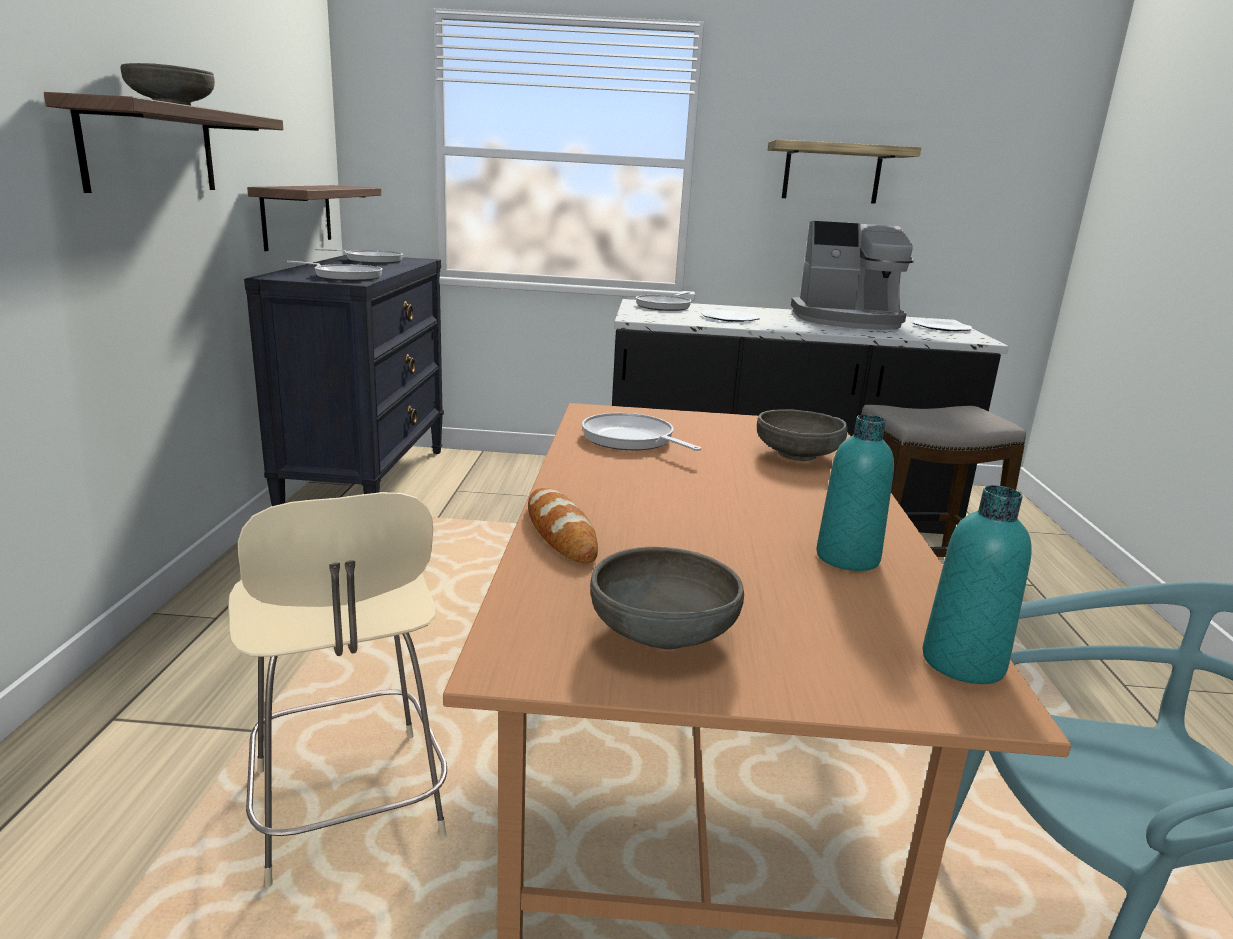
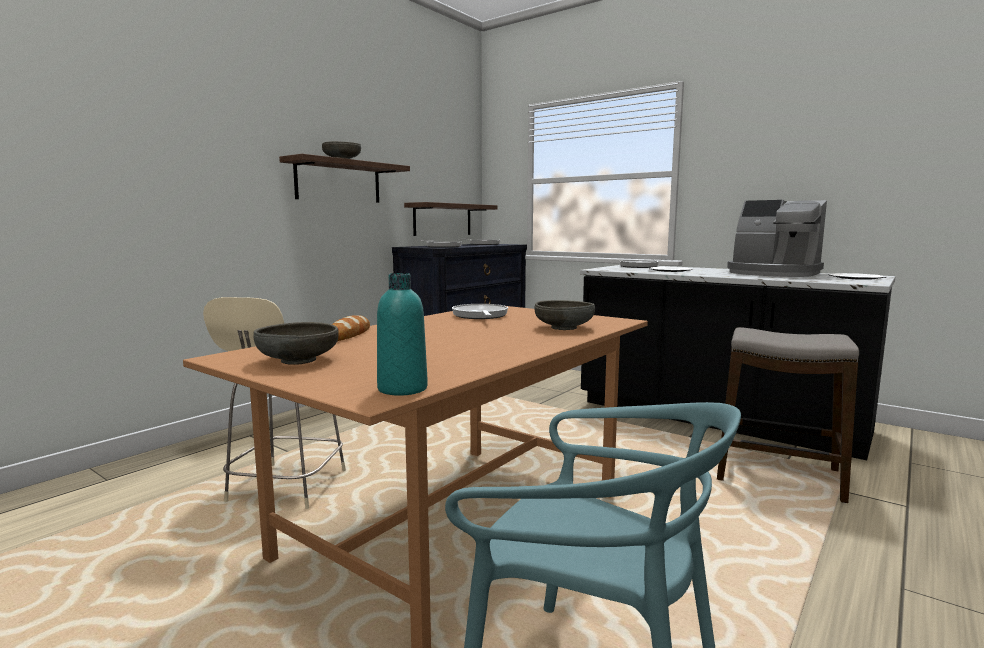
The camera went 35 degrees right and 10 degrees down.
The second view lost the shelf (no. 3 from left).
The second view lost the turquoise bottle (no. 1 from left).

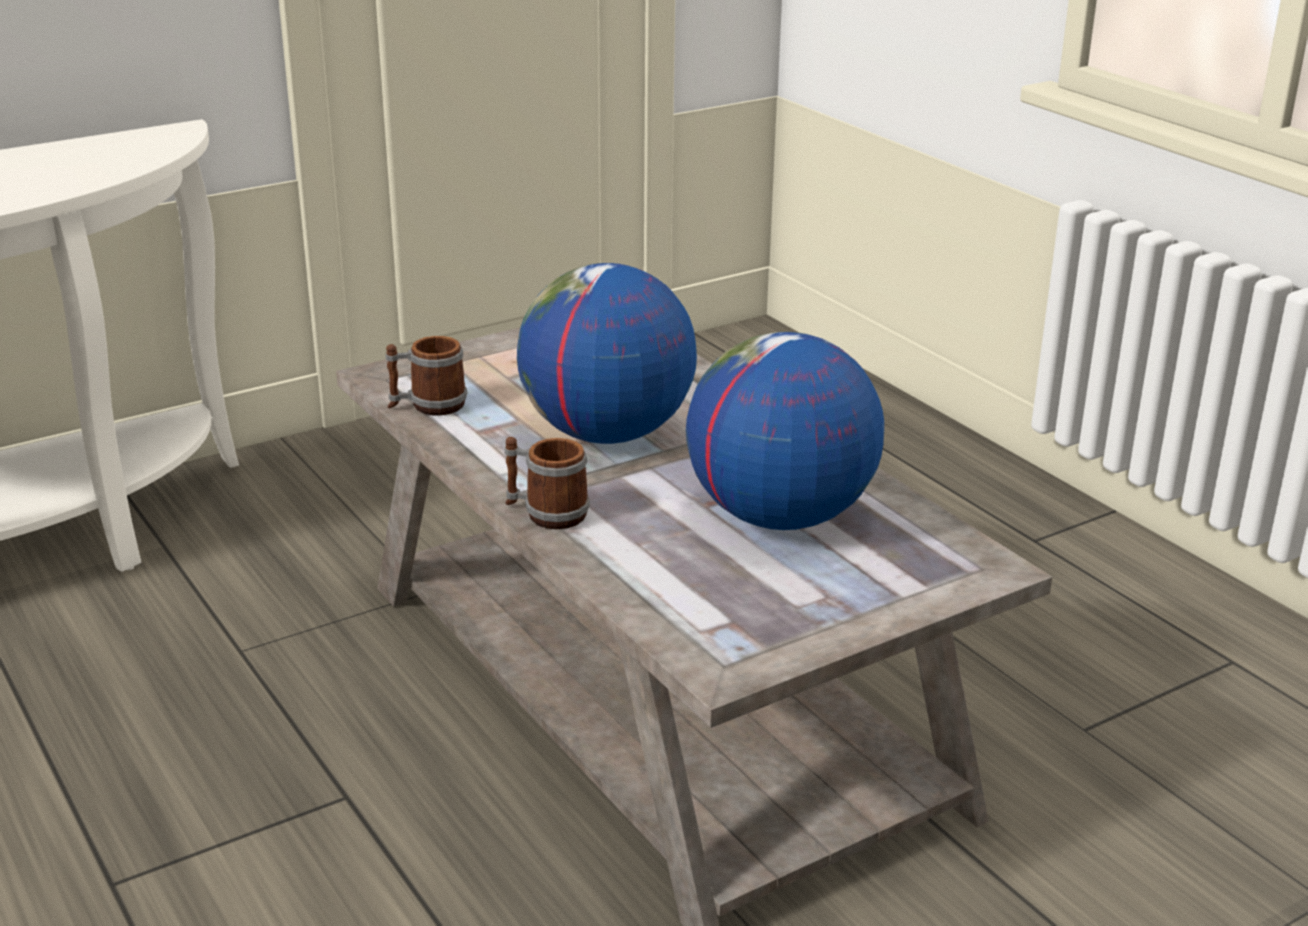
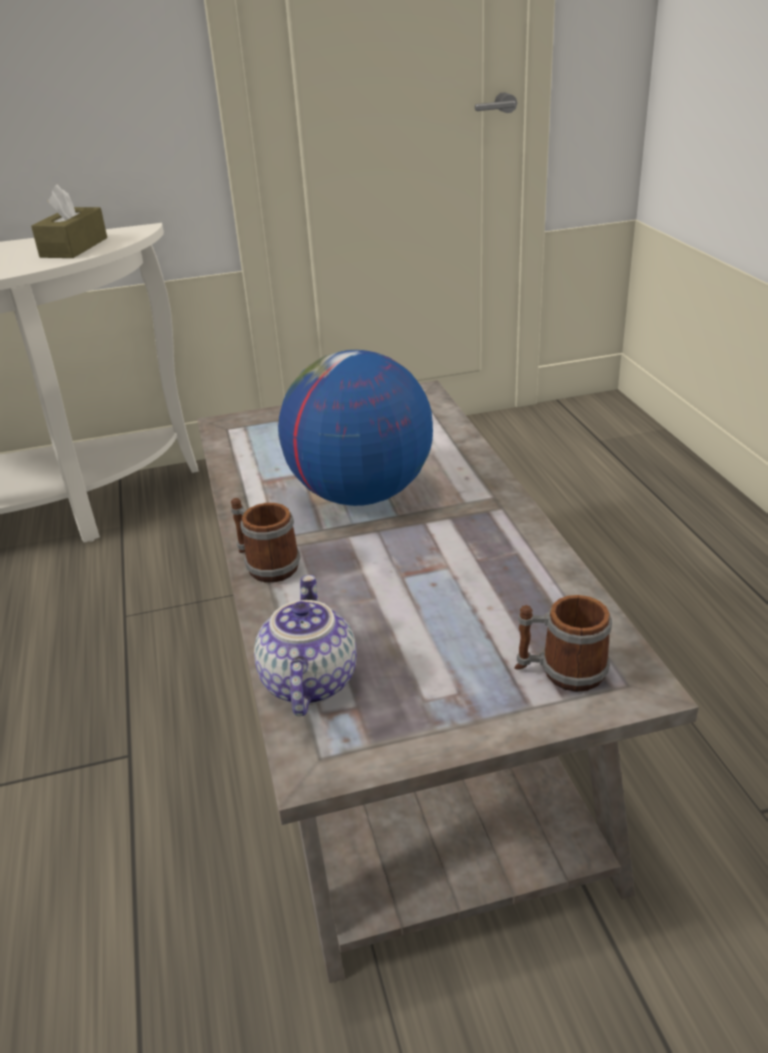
The camera went 20 degrees right and 5 degrees up.
The mug (no. 1 from left in the first image) ended up elsewhere.
The second view lost the globe (no. 2 from left).
The second view gained the brown tissue box.
The second view gained the teapot.

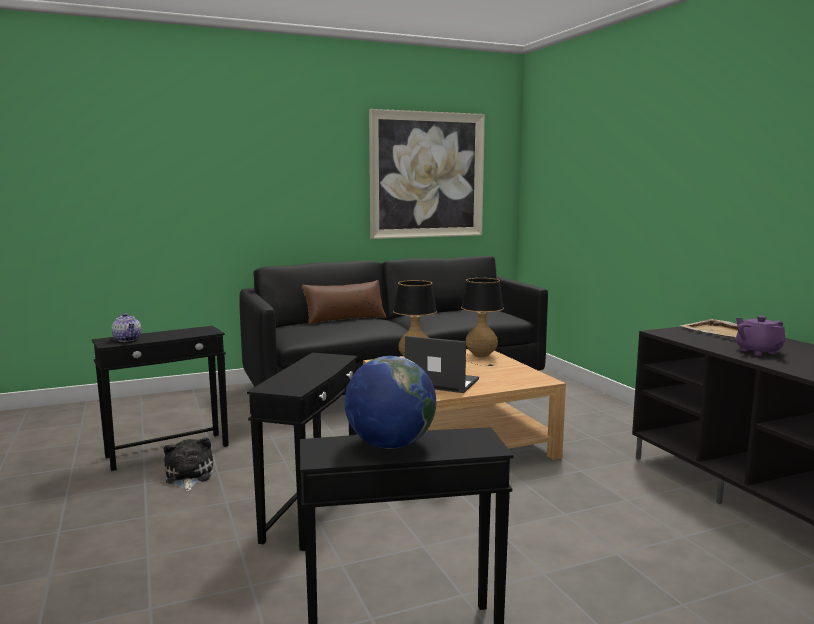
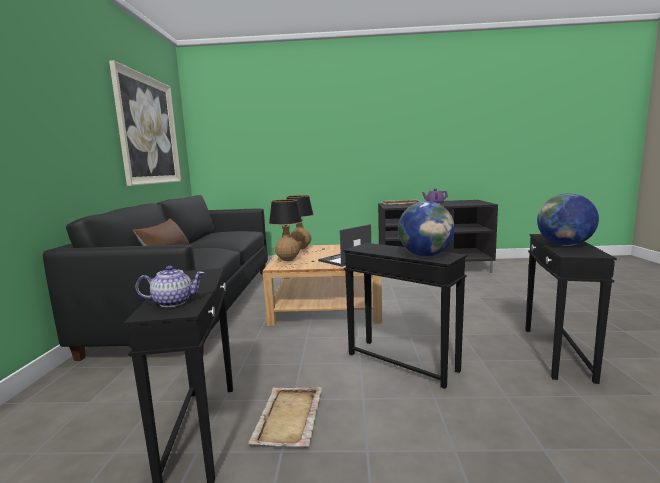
The camera went 65 degrees left and 0 degrees up.
Where the plush toy stood, the beige tray (no. 1 from left) came to stand.
The second view gained the globe (no. 1 from left).

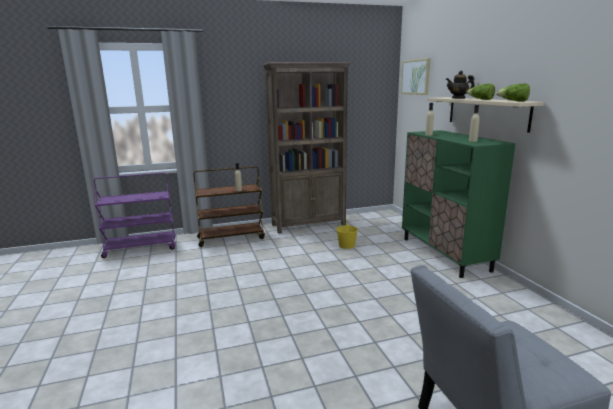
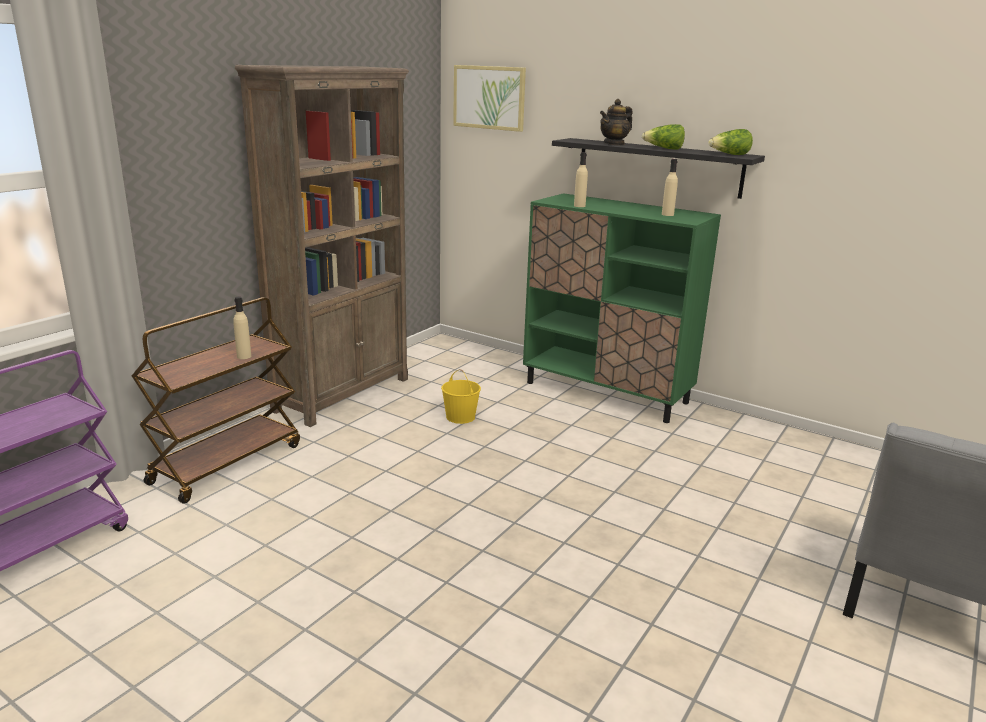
The camera went 40 degrees left and 5 degrees up.
What was the beige shelf turned into the black shelf.

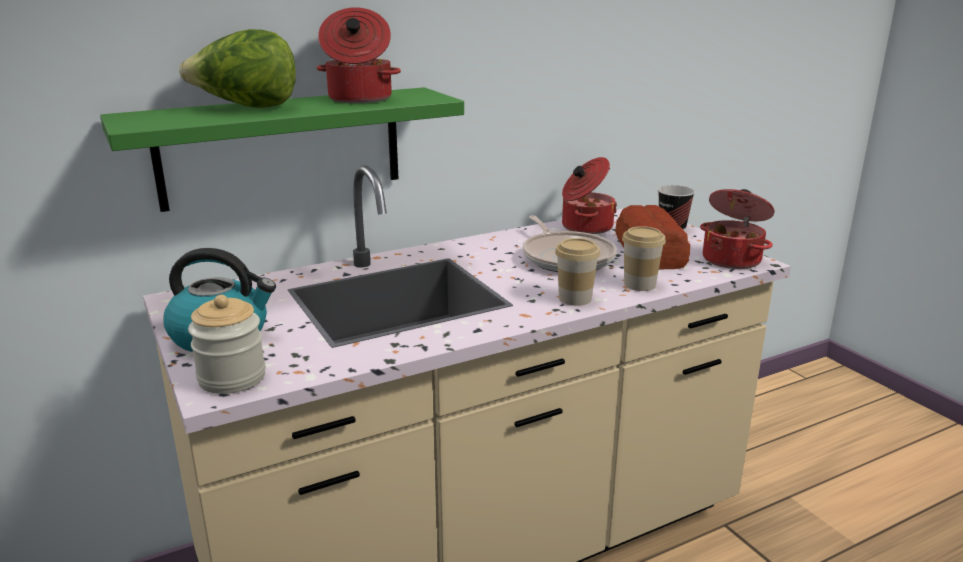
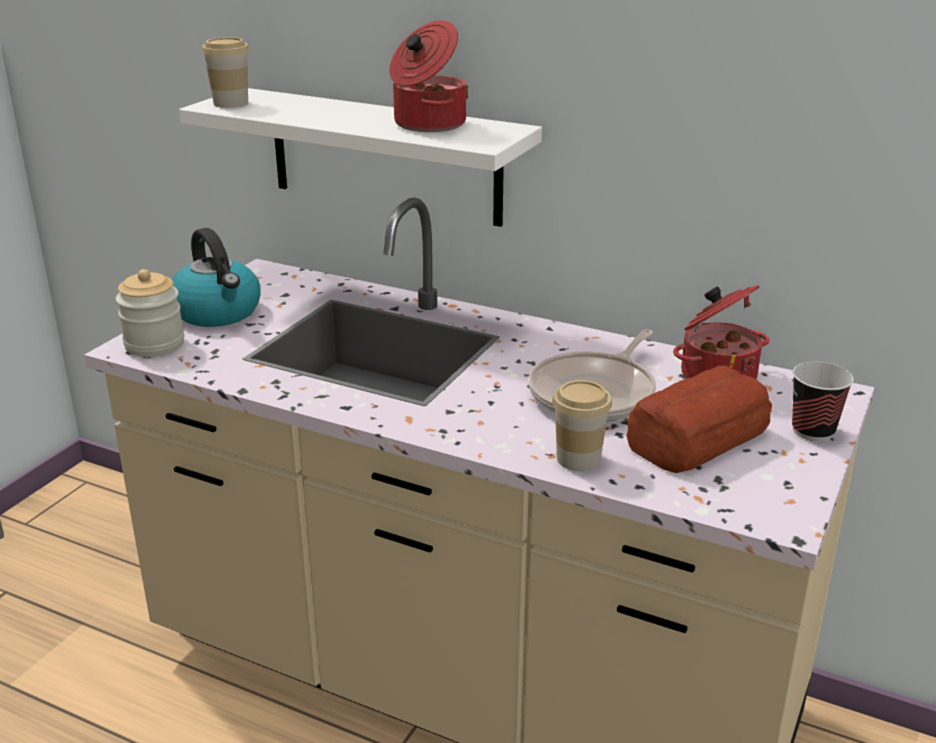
The camera went 55 degrees right and 5 degrees up.
What was the green shelf turned into the white shelf.
The second view lost the lettuce.
The cup (no. 1 from left) ended up elsewhere.
The second view lost the cooking pot (no. 3 from left).

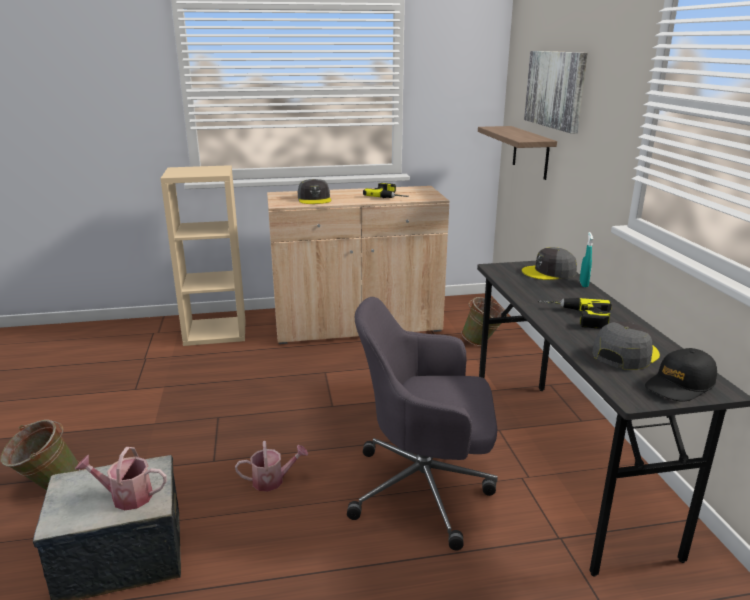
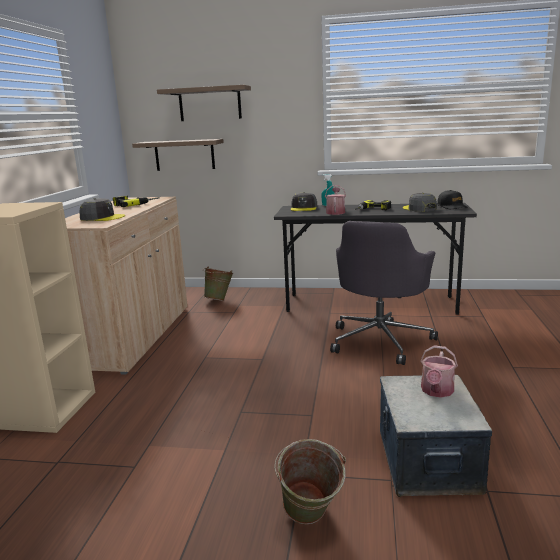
The camera went 70 degrees left and 5 degrees down.
The watering can (no. 2 from left in the first image) ended up elsewhere.
Where the picture hung, the shelf (no. 2 from left) came to hang.

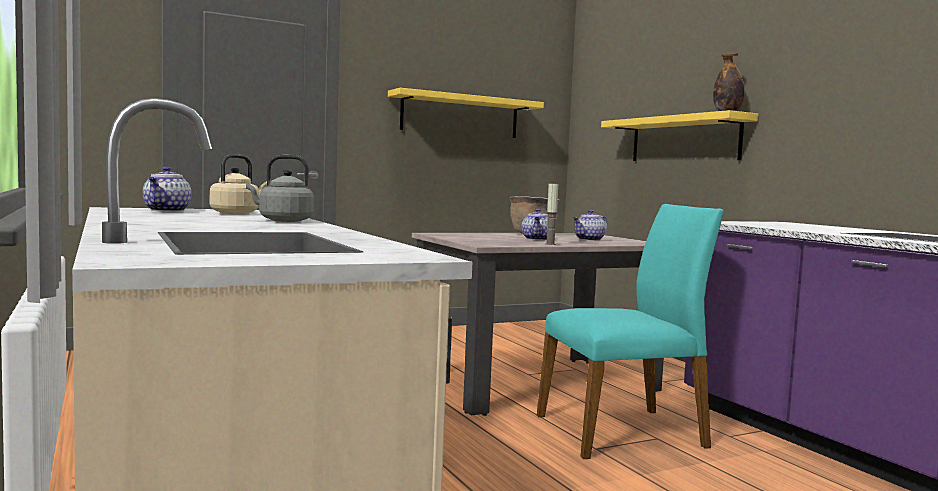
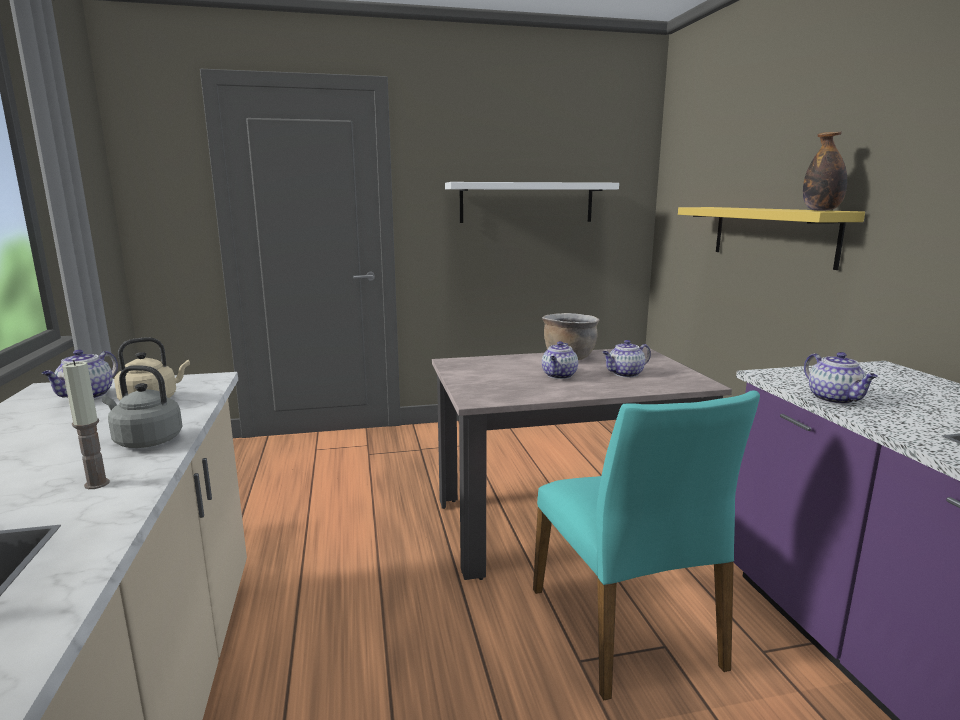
The camera went 15 degrees right and 10 degrees up.
What was the yellow shelf (no. 1 from left) turned into the white shelf.
The turquoise chair ended up facing another way, 75 degrees clockwise from before.
The candle ended up elsewhere.
The second view gained the teapot (no. 4 from left).

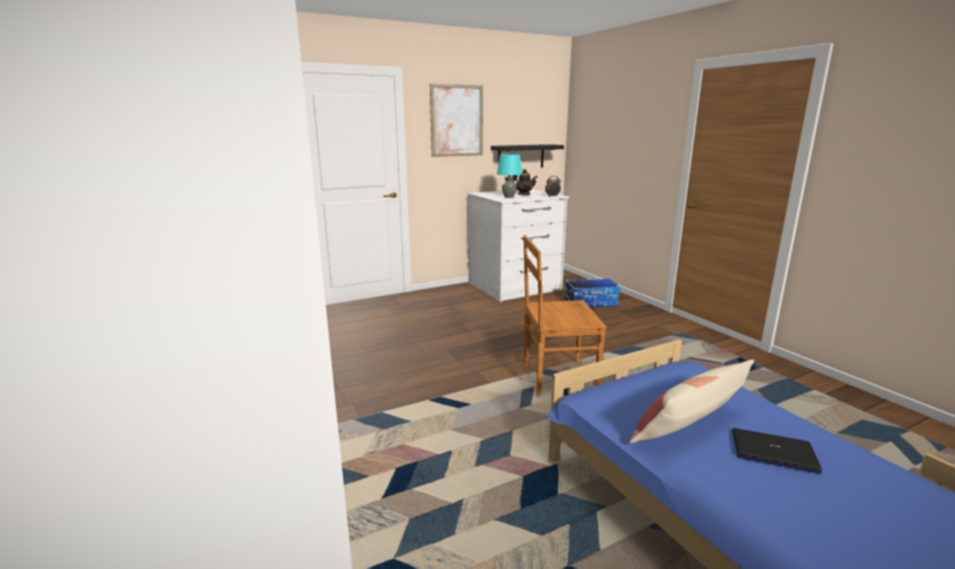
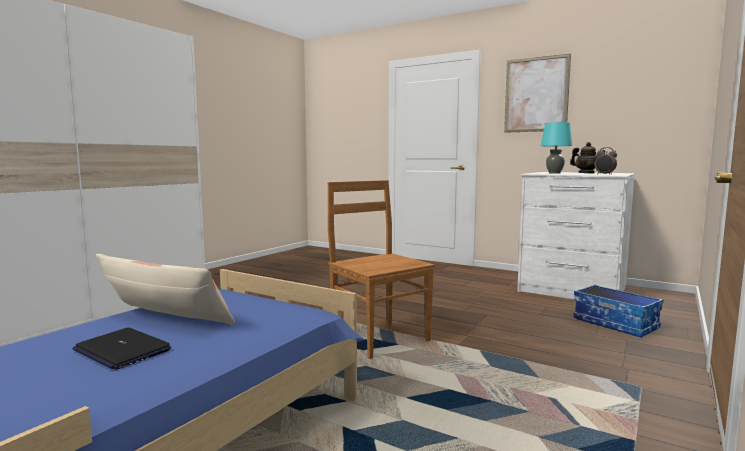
The camera went 60 degrees right and 10 degrees down.
The second view lost the black shelf.
The laptop ended up facing another way, 135 degrees clockwise from before.

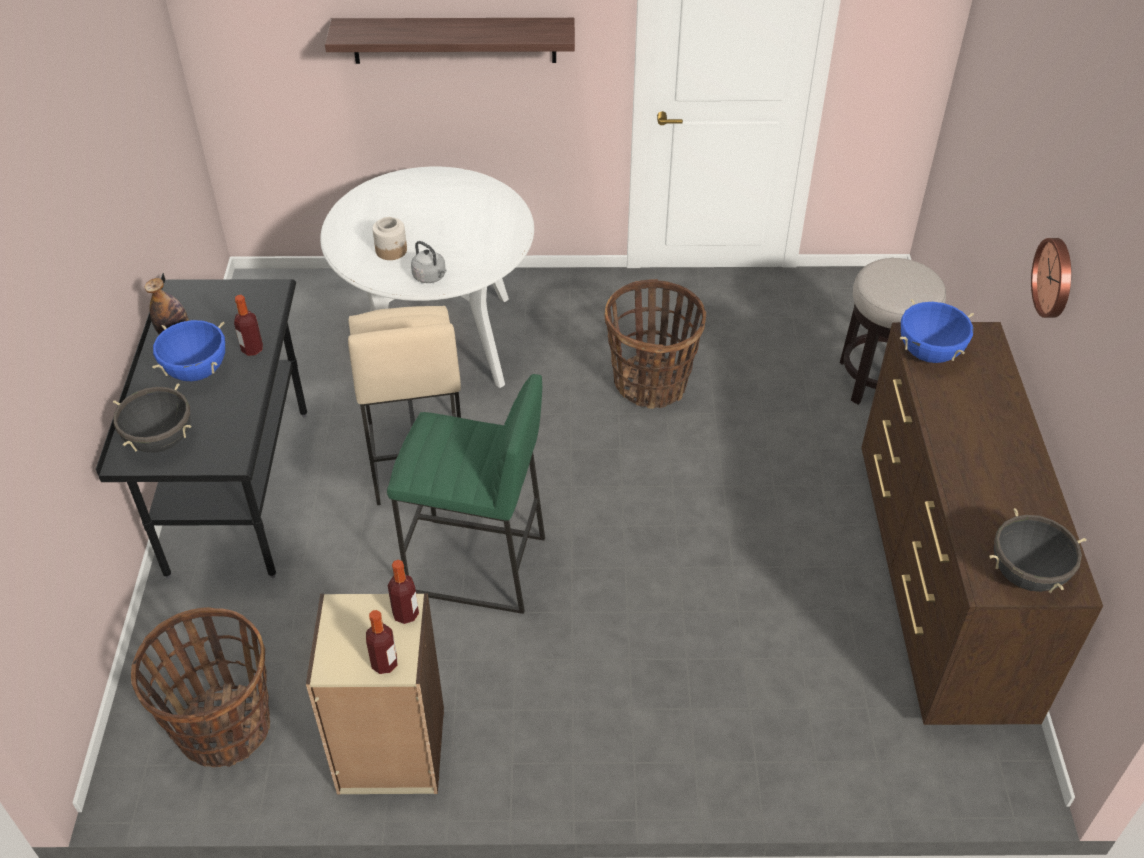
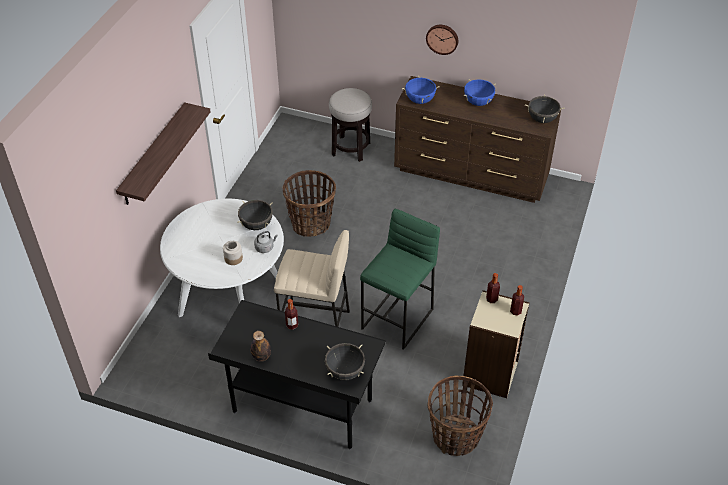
The camera went 70 degrees left and 0 degrees up.
The blue cooking pot (no. 1 from left in the first image) ended up elsewhere.
The second view gained the black cooking pot (no. 1 from left).

